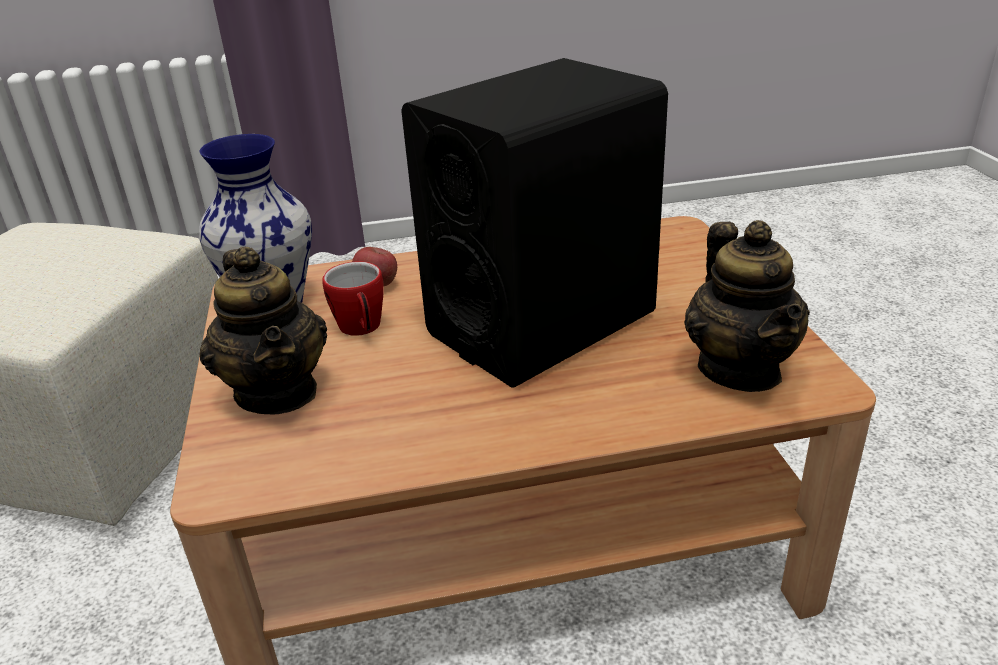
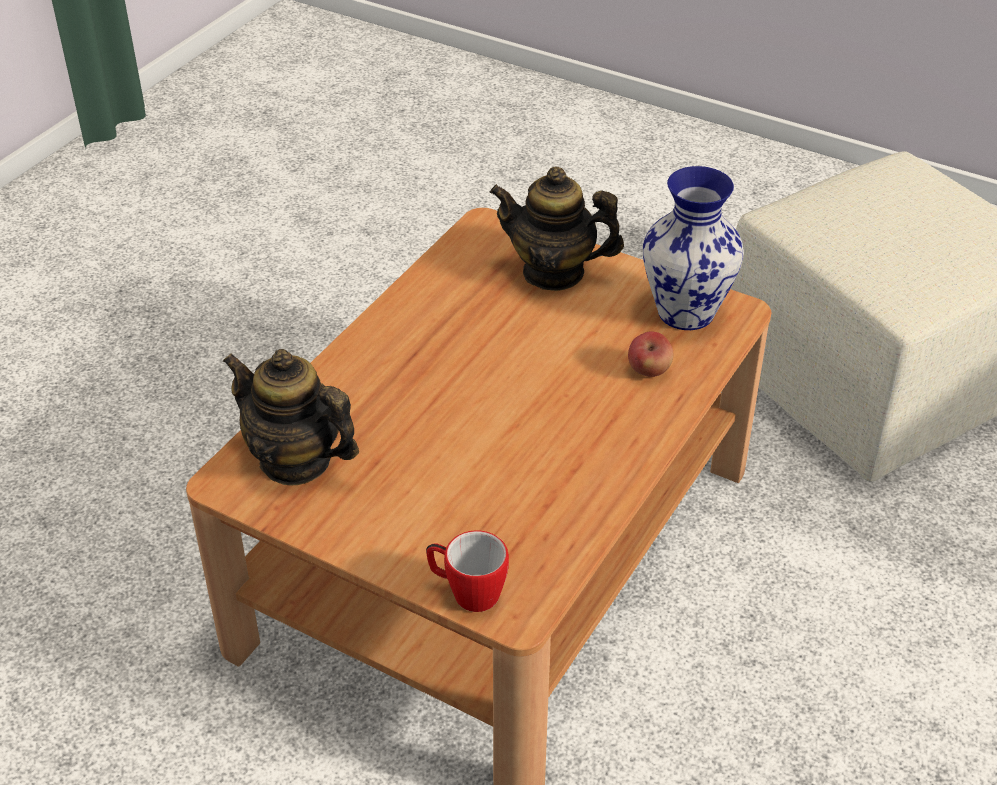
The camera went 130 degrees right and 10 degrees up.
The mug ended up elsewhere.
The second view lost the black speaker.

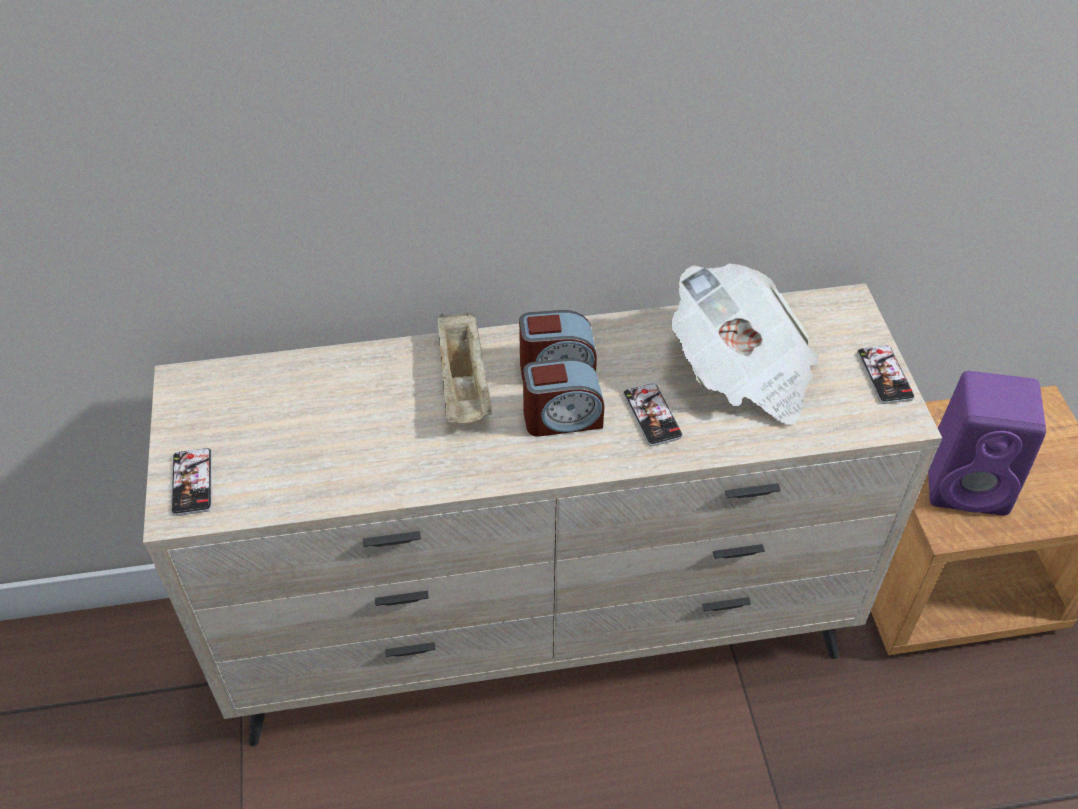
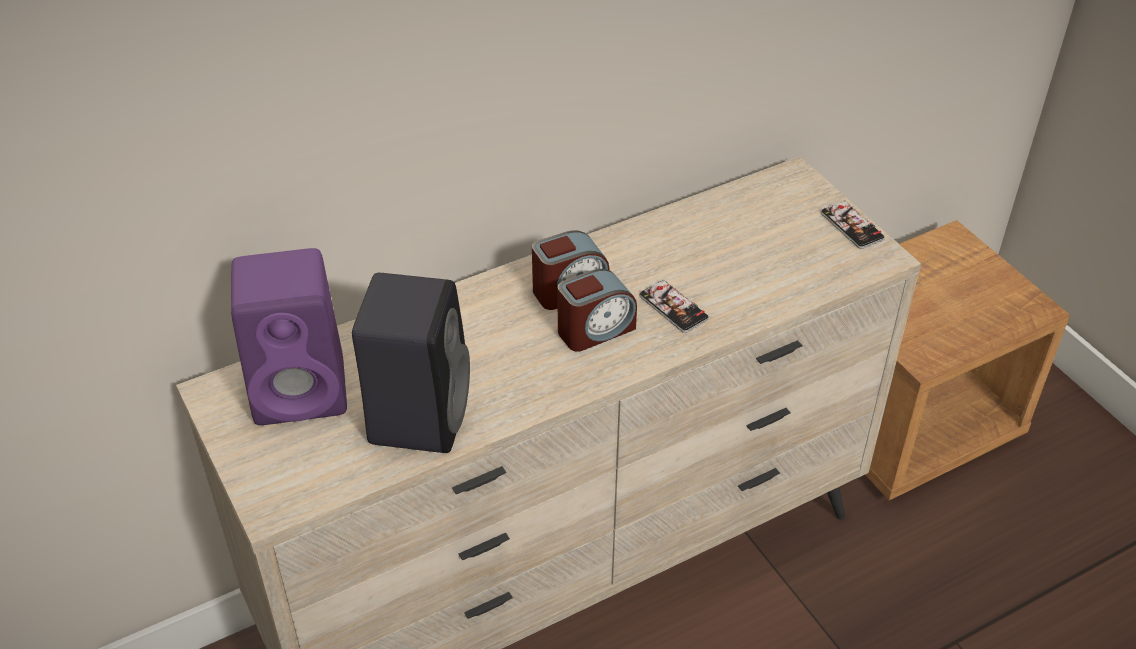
The camera went 20 degrees left and 5 degrees down.
The second view lost the phone (no. 1 from left).
The second view lost the beige tray.
The second view lost the newspaper.
The purple speaker ended up elsewhere.
The second view gained the black speaker.

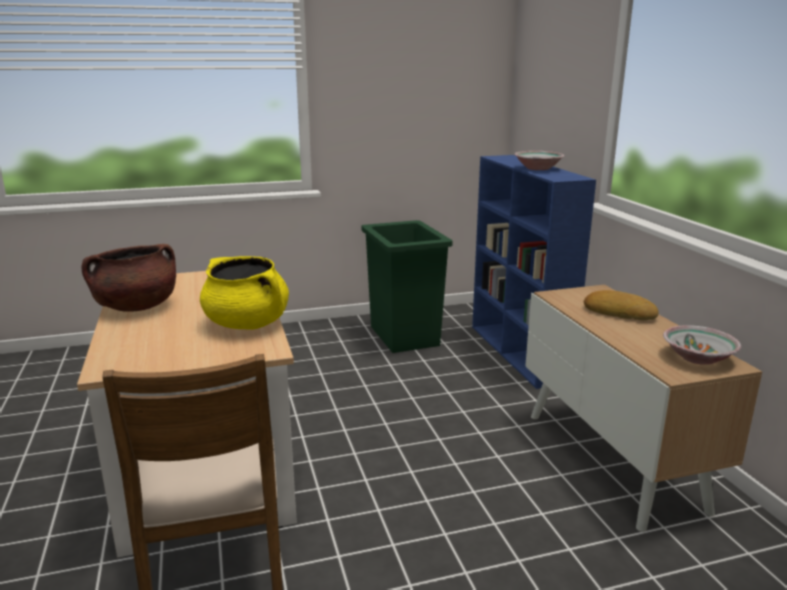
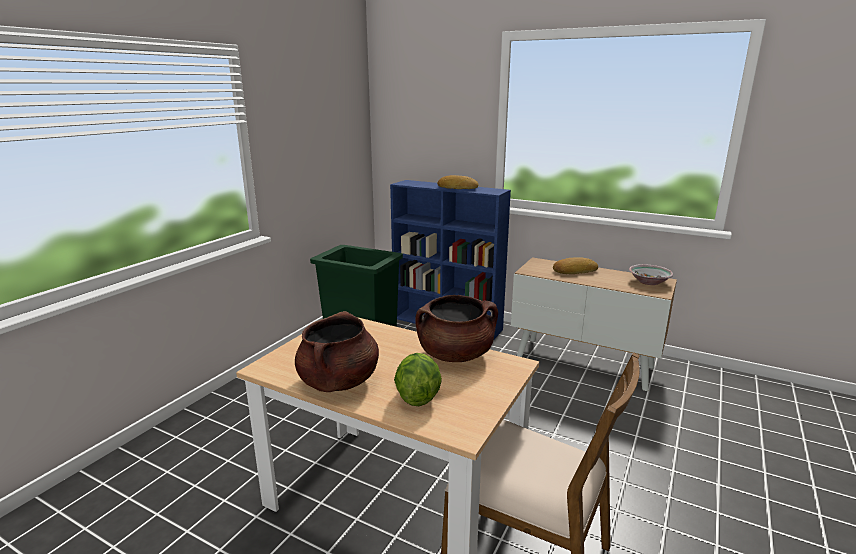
The camera went 45 degrees left and 0 degrees up.
What was the yellow cooking pot turned into the brown cooking pot (no. 2 from left).
Where the bowl (no. 1 from left) stood, the bread (no. 1 from left) came to stand.
The second view gained the lettuce.

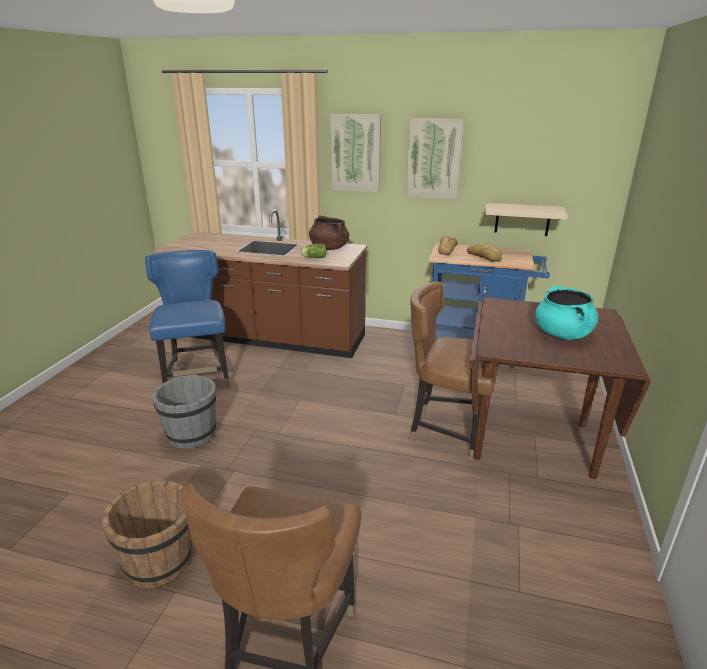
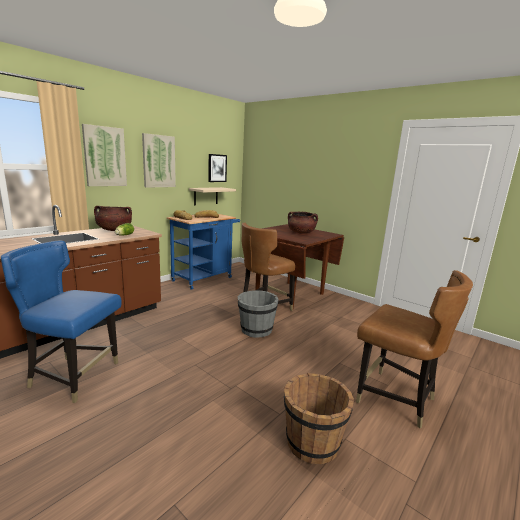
The camera went 65 degrees left and 10 degrees down.
The grey bucket ended up elsewhere.
What was the turquoise cooking pot turned into the brown cooking pot (no. 2 from left).
The second view gained the picture (no. 3 from left).

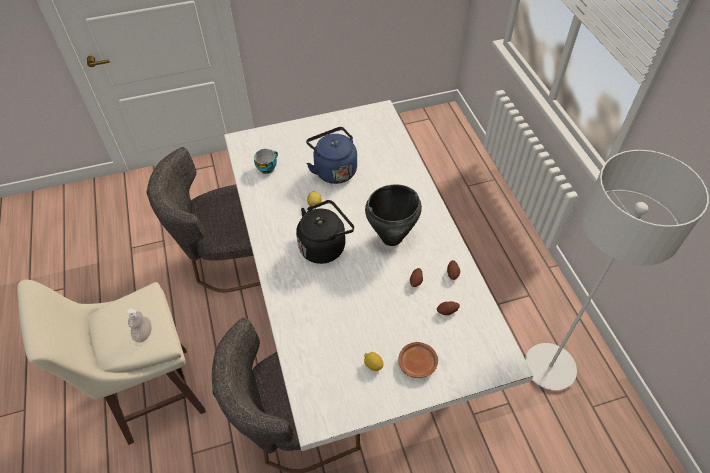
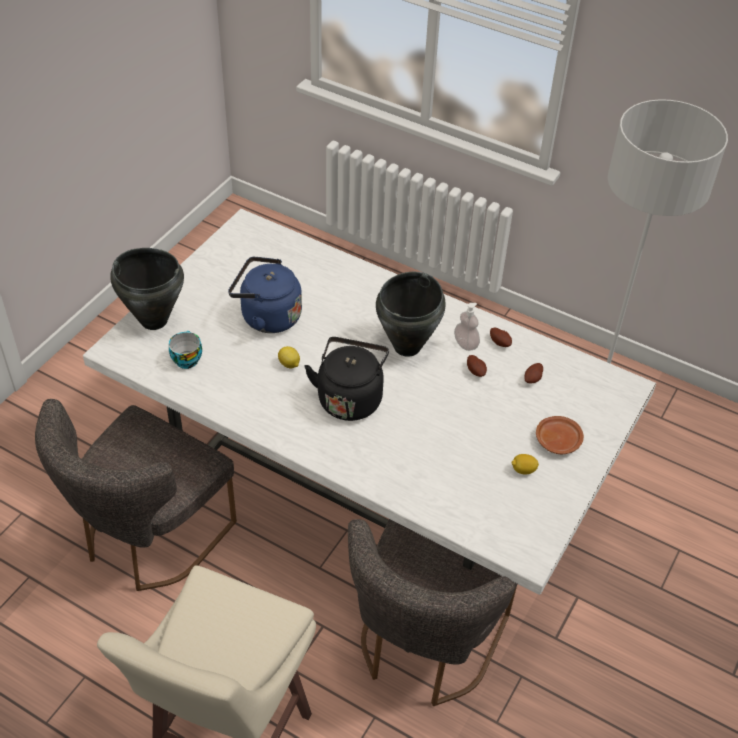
The camera went 45 degrees left and 5 degrees down.
The soap dispenser ended up elsewhere.
The second view gained the black cooking pot (no. 1 from left).

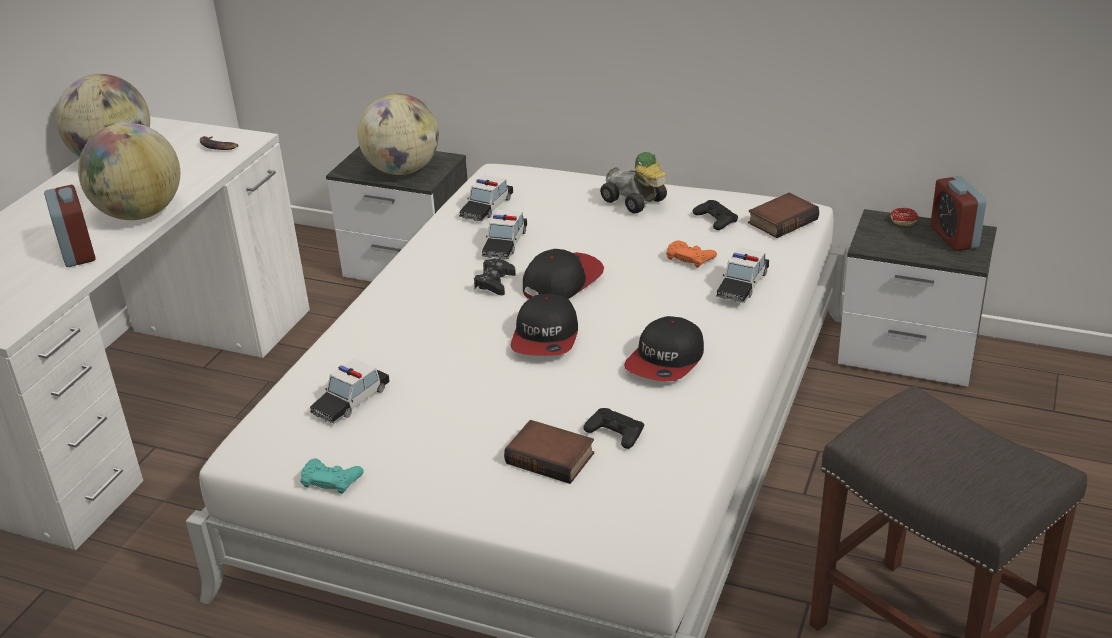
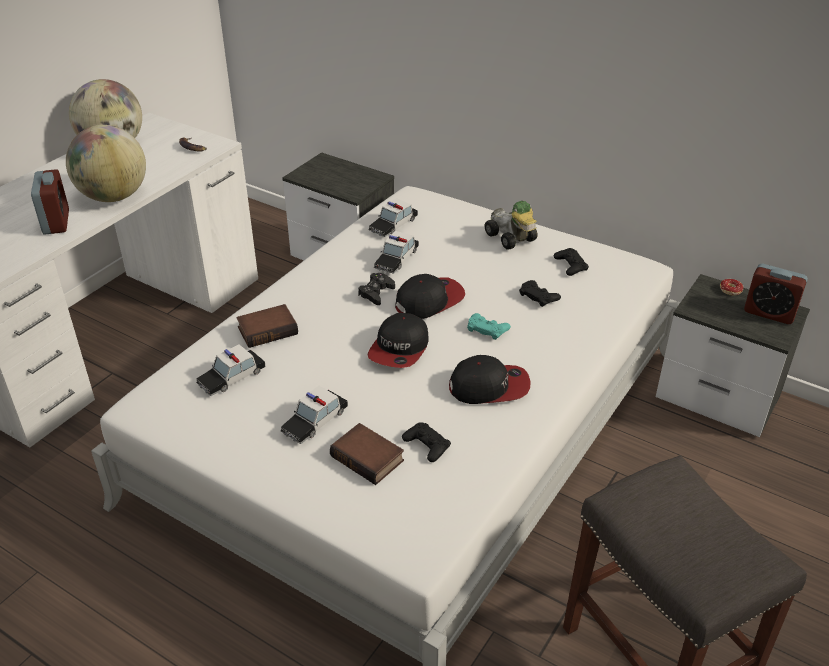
The camera went 10 degrees right and 5 degrees up.
The turquoise game controller ended up elsewhere.
The second view lost the globe (no. 3 from left).
The cap (no. 3 from left) ended up facing another way, 135 degrees counterclockwise from before.
What was the orange game controller turned into the black game controller (no. 3 from left).
The toy car (no. 5 from left in the first image) ended up elsewhere.
The book (no. 2 from left in the first image) ended up elsewhere.
The alarm clock (no. 2 from left) ended up facing another way, 60 degrees counterclockwise from before.

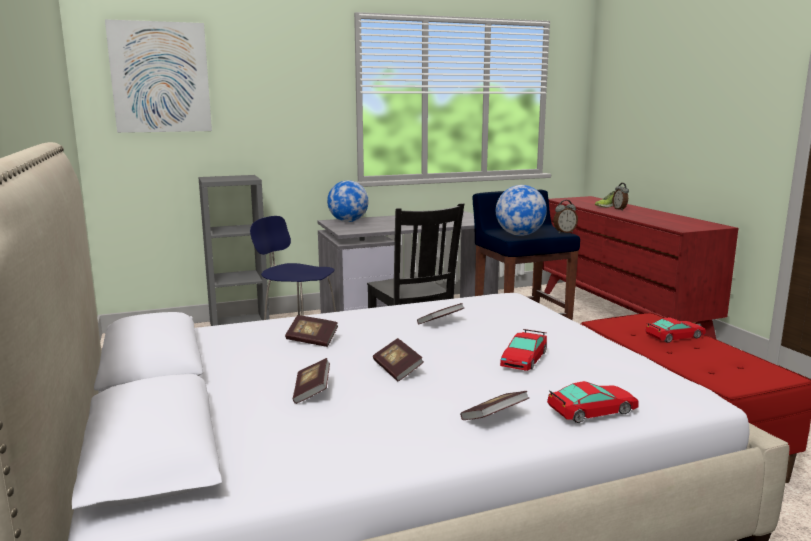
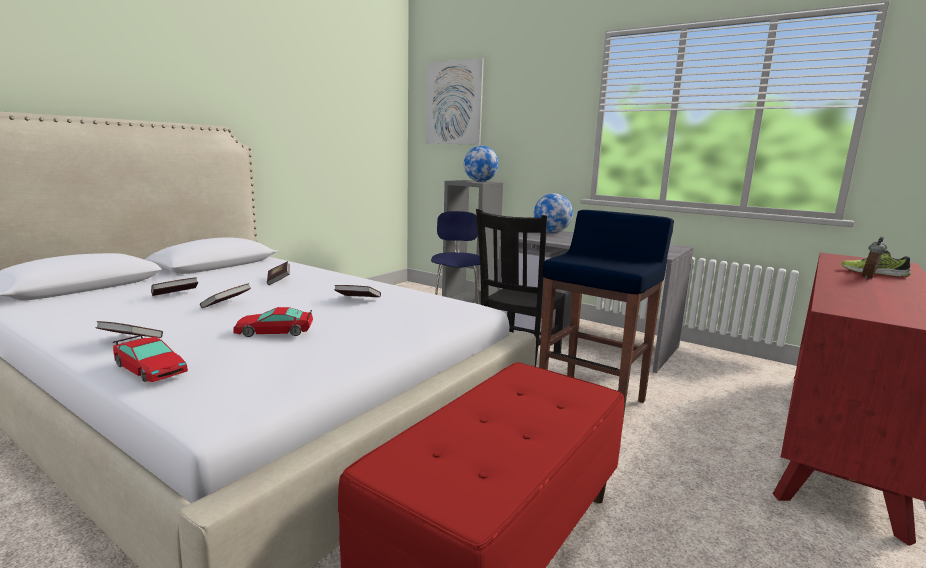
The camera went 55 degrees right and 0 degrees up.
The globe (no. 2 from left in the first image) ended up elsewhere.
The second view lost the alarm clock (no. 1 from left).
The second view lost the toy car (no. 3 from left).

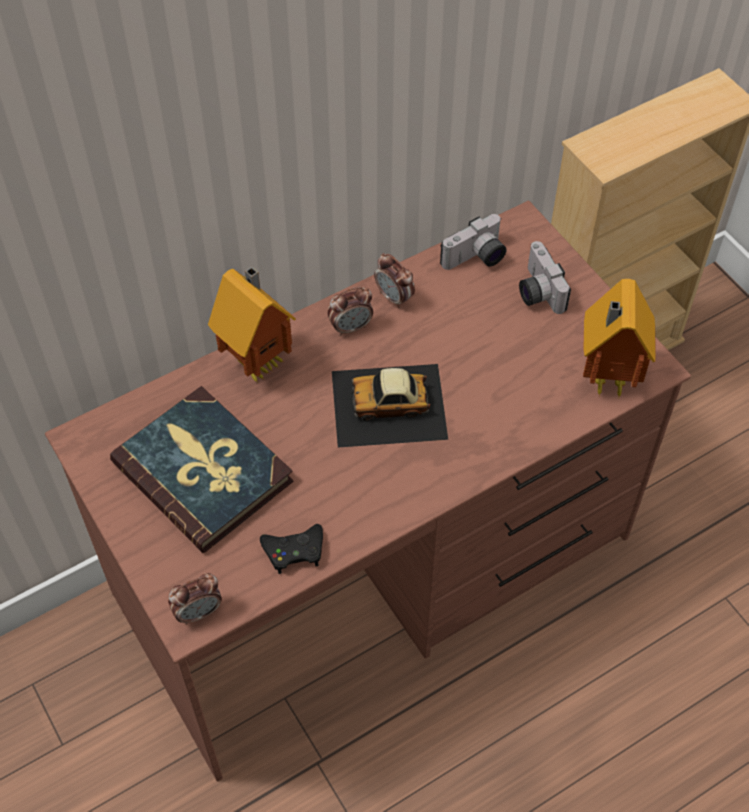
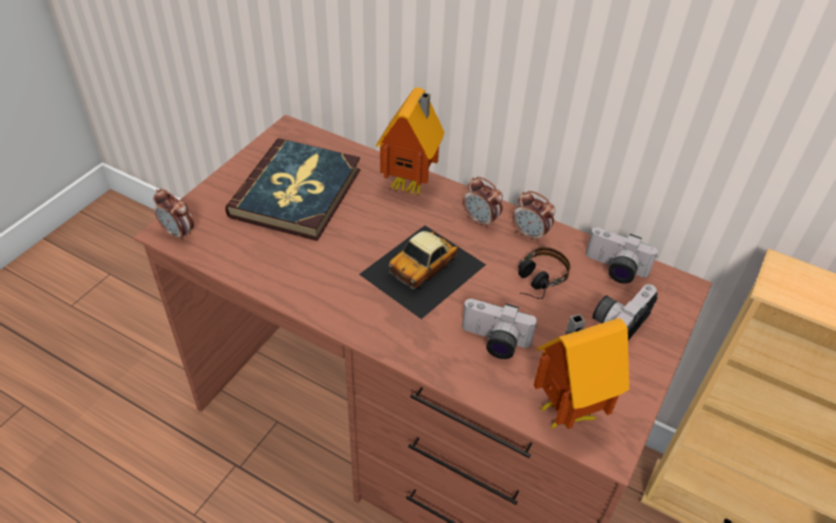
The camera went 60 degrees right and 10 degrees down.
The second view lost the black game controller.
The toy car ended up facing another way, 105 degrees counterclockwise from before.
The alarm clock (no. 3 from left) ended up facing another way, 75 degrees counterclockwise from before.
The second view gained the photo camera (no. 1 from left).
The second view gained the headphones.

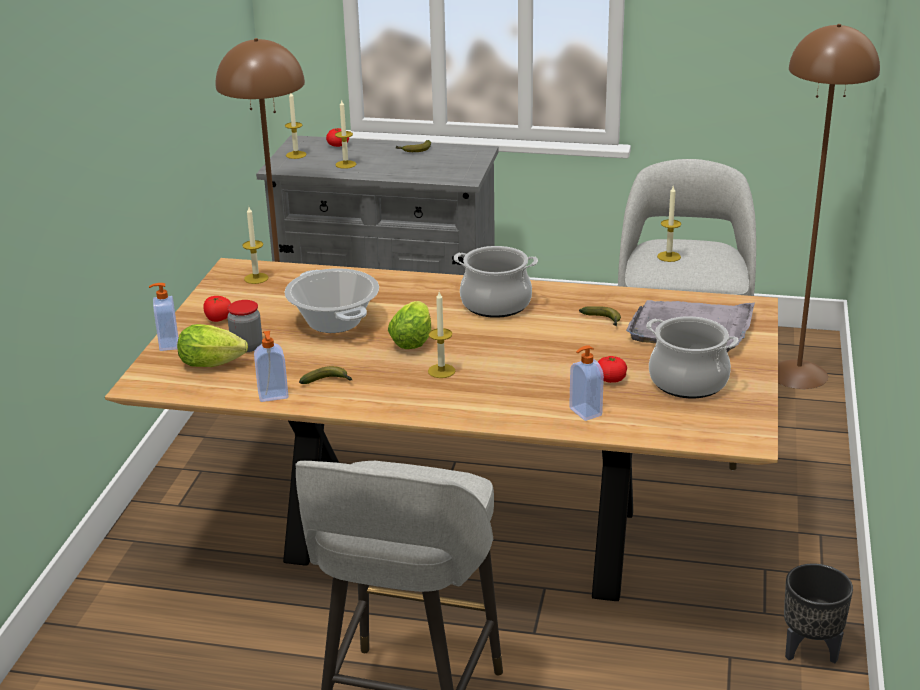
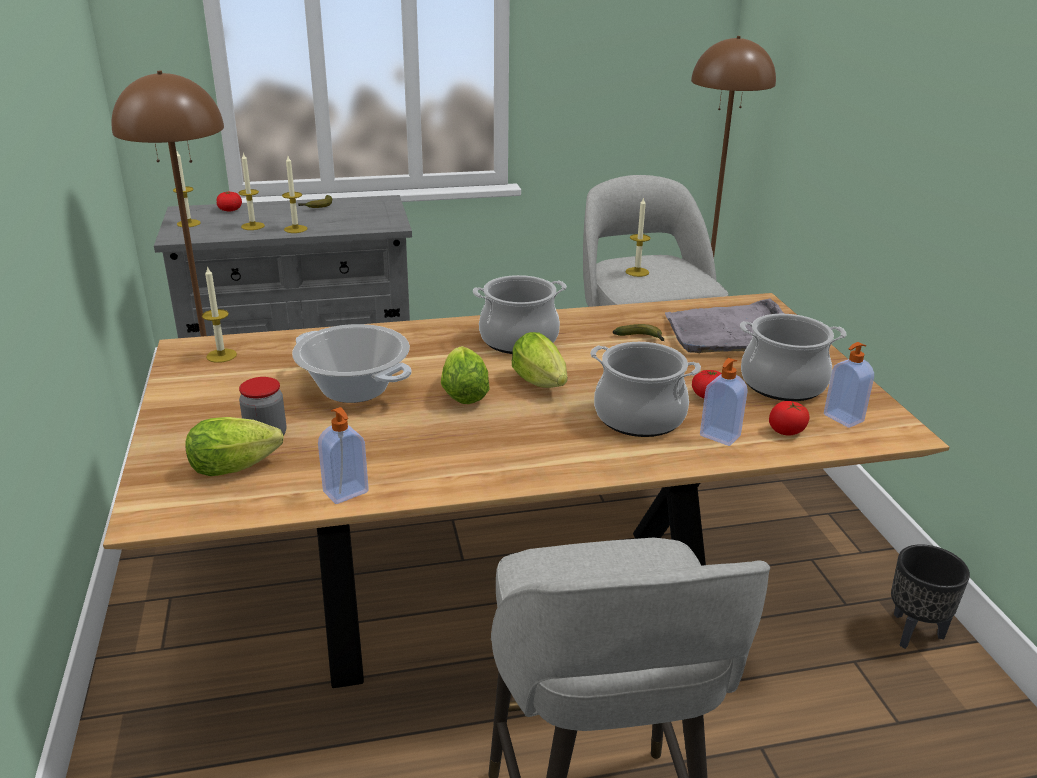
The camera went 25 degrees left and 0 degrees up.
The soap dispenser (no. 1 from left in the first image) ended up elsewhere.
The tomato (no. 1 from left in the first image) ended up elsewhere.
The second view lost the banana (no. 1 from left).
The candle (no. 4 from left) ended up elsewhere.
The second view gained the lettuce (no. 3 from left).
The second view gained the cooking pot (no. 3 from left).

